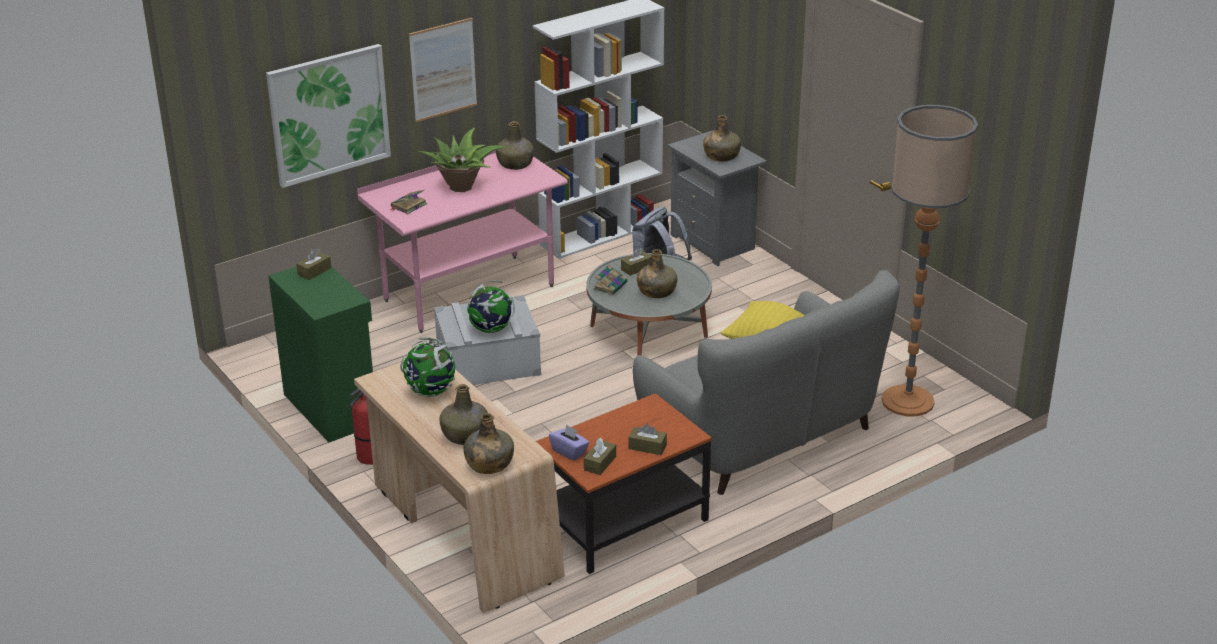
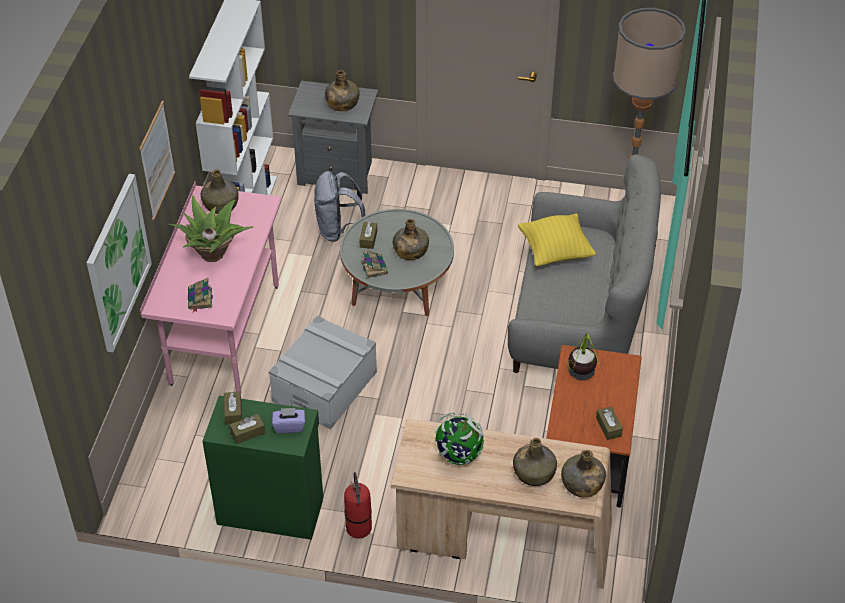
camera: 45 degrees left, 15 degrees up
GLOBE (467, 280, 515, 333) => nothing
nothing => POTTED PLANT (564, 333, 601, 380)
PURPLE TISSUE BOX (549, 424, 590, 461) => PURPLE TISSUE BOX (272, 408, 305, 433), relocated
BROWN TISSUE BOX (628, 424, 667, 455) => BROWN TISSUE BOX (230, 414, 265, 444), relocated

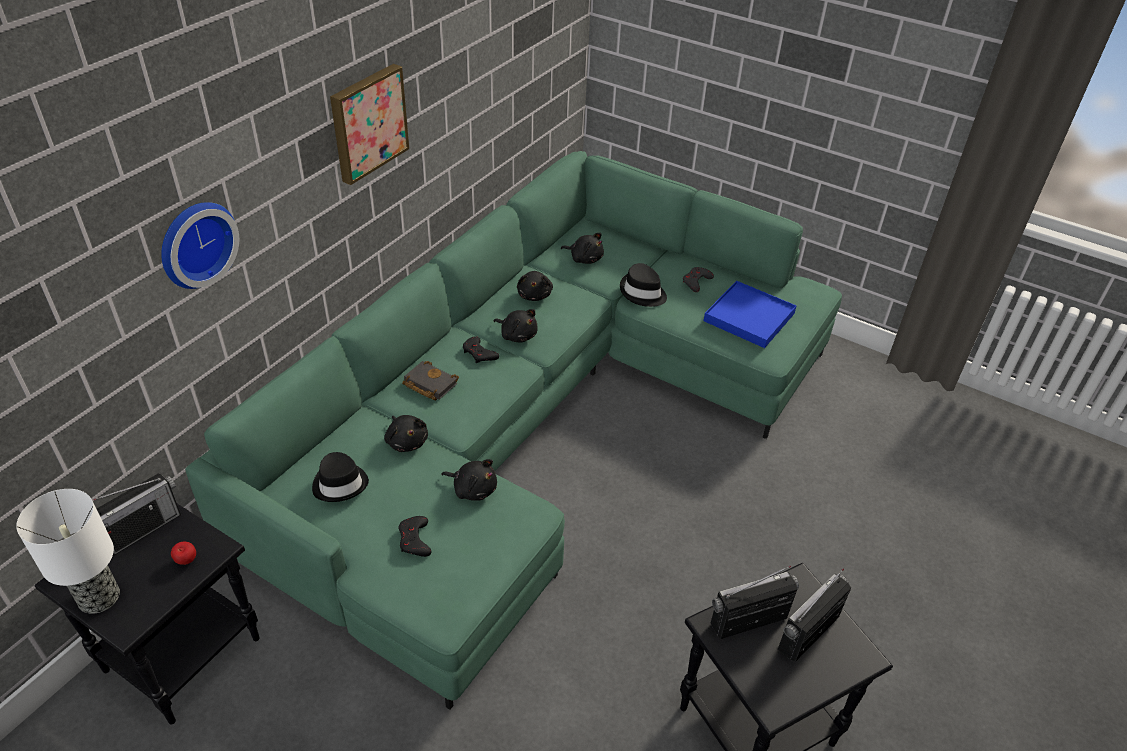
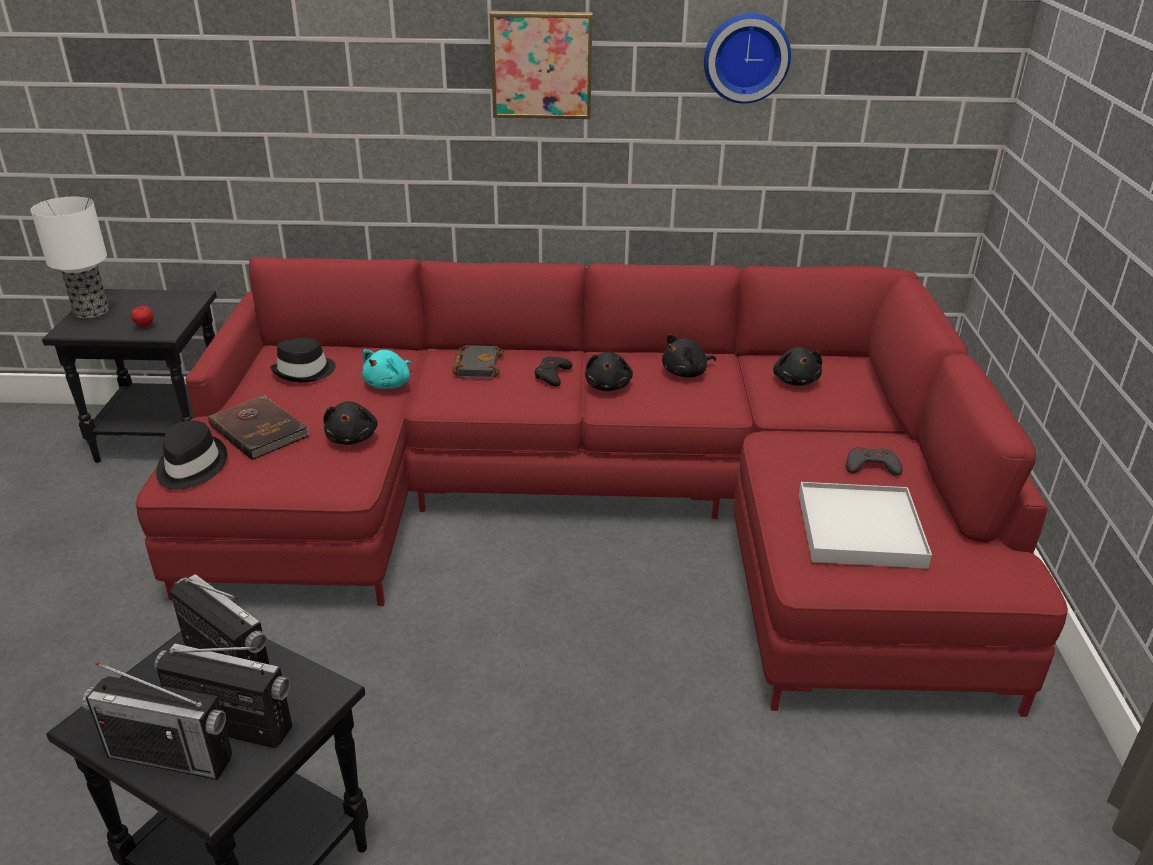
camera: 60 degrees right, 10 degrees down
RADIO (93, 474, 181, 555) => RADIO (82, 662, 232, 780), relocated
WALL CLOCK (161, 202, 239, 289) => WALL CLOCK (704, 13, 791, 104), relocated
BLACK HAT (620, 263, 667, 307) => BLACK HAT (156, 421, 227, 490), relocated
BLACK GAME CONTROLLER (398, 516, 432, 557) => BROWN BOOK (208, 395, 309, 460)
GREEN SOFA (185, 151, 842, 710) => RED SOFA (135, 257, 1068, 717)
BLACK PLUSH TOY (384, 415, 428, 452) => TURQUOISE PLUSH TOY (362, 349, 411, 389)
BLUE TRAY (704, 281, 797, 348) => WHITE TRAY (799, 482, 932, 569)

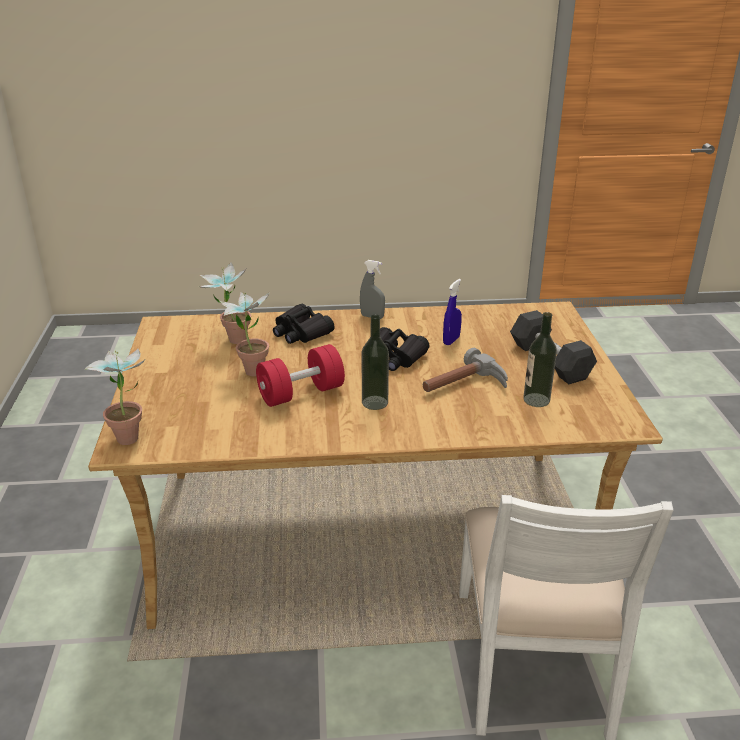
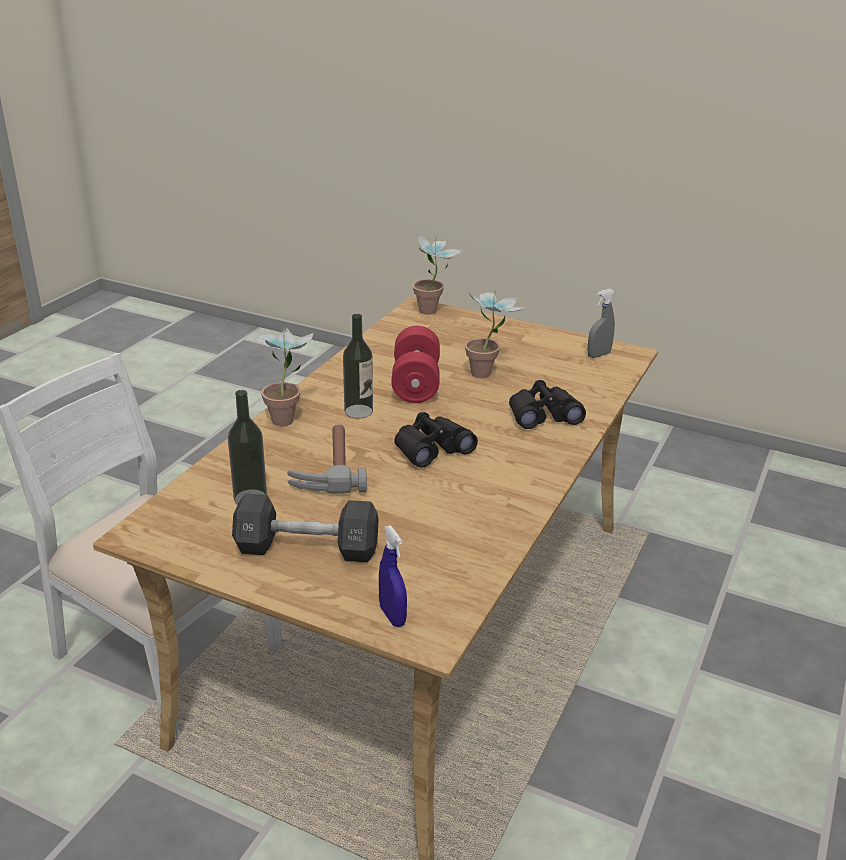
camera: 120 degrees right, 0 degrees up
POTTED PLANT (198, 262, 251, 344) => POTTED PLANT (255, 328, 313, 427), relocated
GREY SPRAY BOTTLE (360, 260, 385, 319) => GREY SPRAY BOTTLE (587, 289, 615, 358), relocated
BLUE SPRAY BOTTLE (443, 279, 462, 345) => BLUE SPRAY BOTTLE (379, 525, 407, 627), relocated

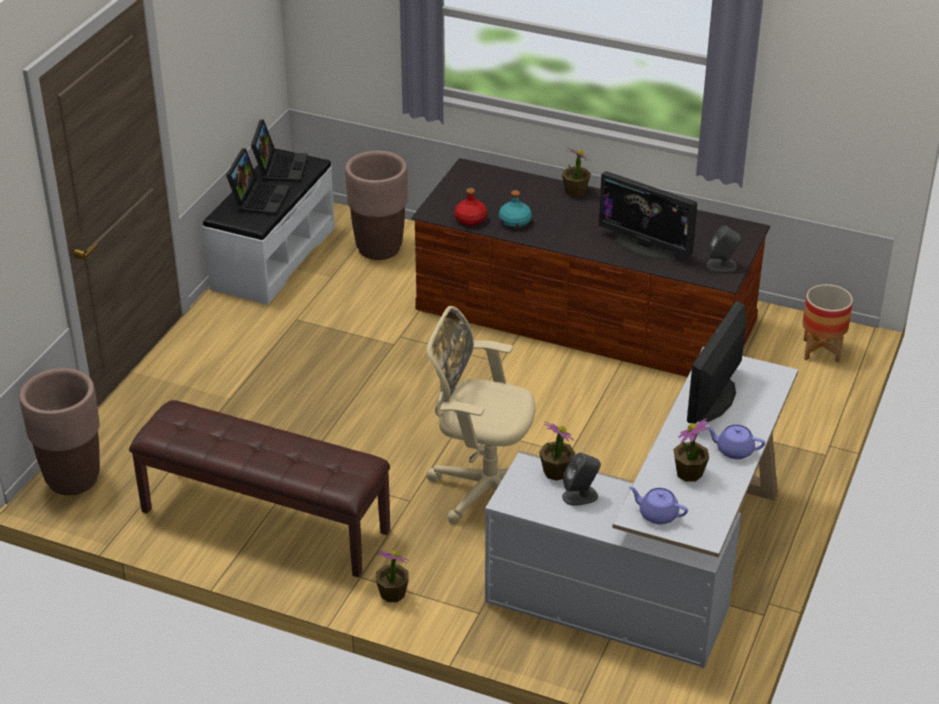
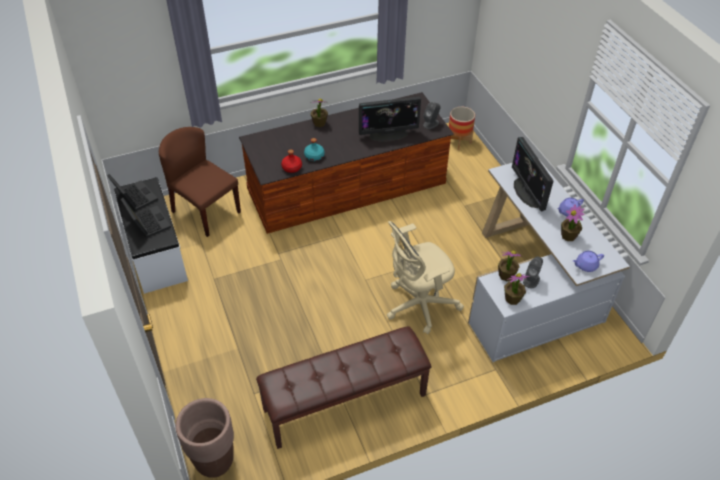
camera: 45 degrees left, 10 degrees up
POTTED PLANT (376, 550, 410, 602) => POTTED PLANT (504, 273, 530, 305), relocated
BROWN PLANTER (345, 151, 408, 260) => BROWN CHAIR (159, 127, 241, 237)

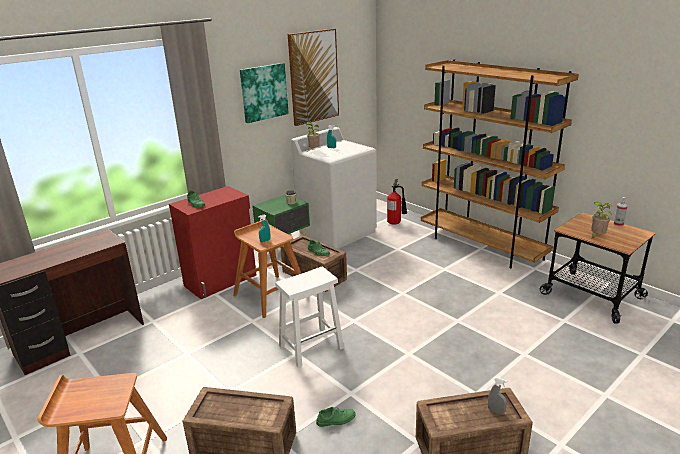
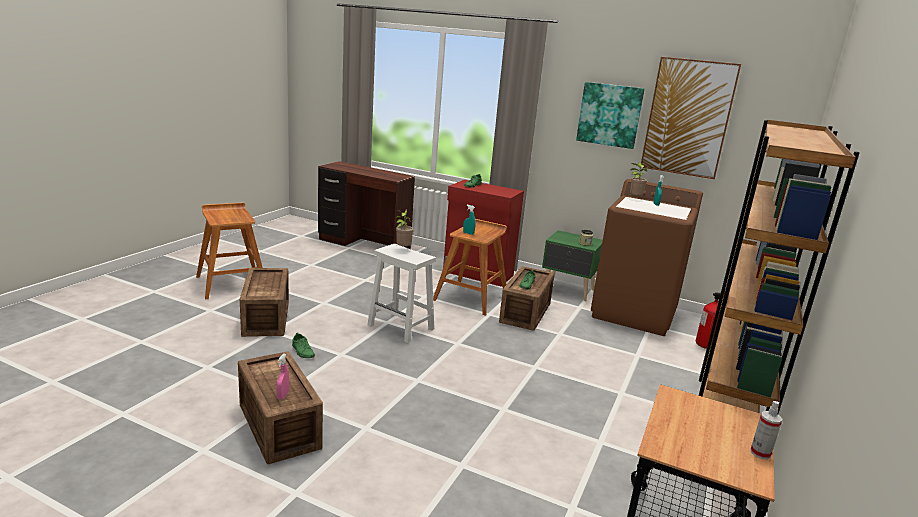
camera: 65 degrees right, 5 degrees down
POTTED PLANT (591, 202, 612, 238) => POTTED PLANT (395, 210, 414, 247), relocated
WHITE WASHING MACHINE (291, 127, 377, 249) => BROWN WASHING MACHINE (591, 179, 703, 336)
GREY SPRAY BOTTLE (488, 377, 507, 414) => PINK SPRAY BOTTLE (276, 354, 289, 400)

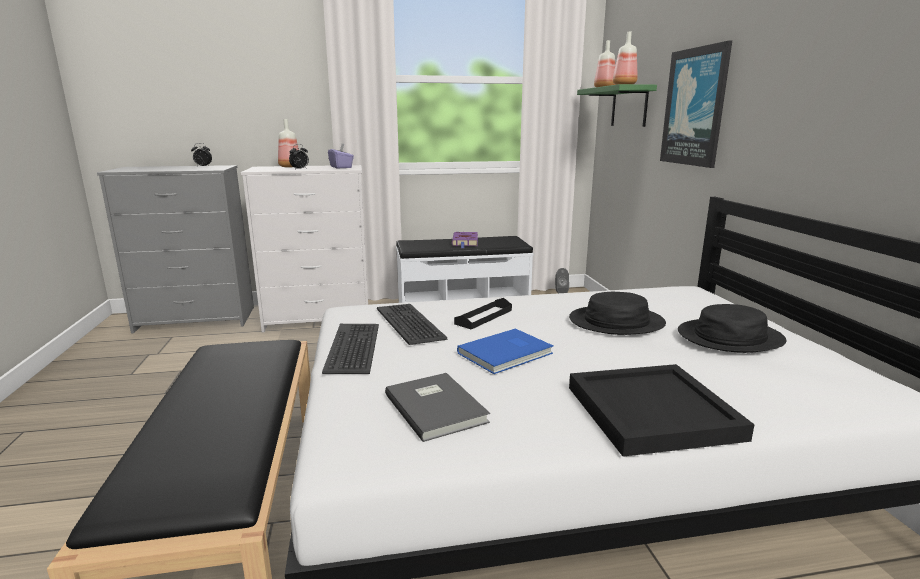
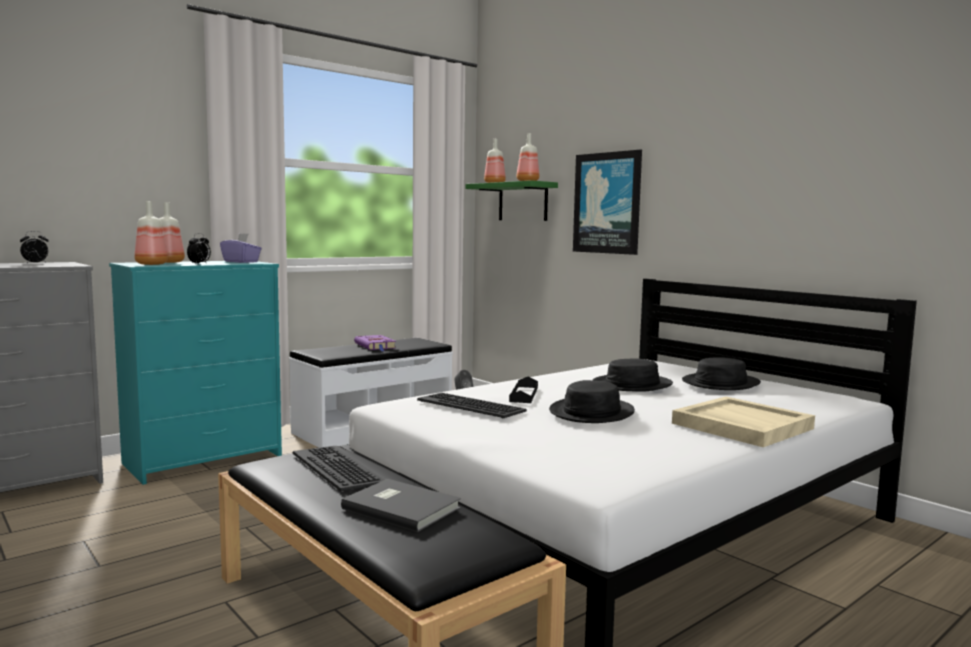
camera: 30 degrees left, 10 degrees down
nothing => BOTTLE (134, 201, 168, 265)
KEYBOARD (322, 324, 379, 374) => KEYBOARD (293, 446, 384, 492), relocated
GREY BOOK (385, 373, 490, 442) => GREY BOOK (341, 479, 461, 532), relocated
BLUE BOOK (457, 329, 553, 374) => BLACK HAT (549, 380, 635, 423)
WHITE DRESSER (241, 165, 368, 332) => TURQUOISE DRESSER (109, 261, 282, 485)
BLACK TRAY (569, 364, 755, 457) => BEIGE TRAY (672, 397, 815, 447)

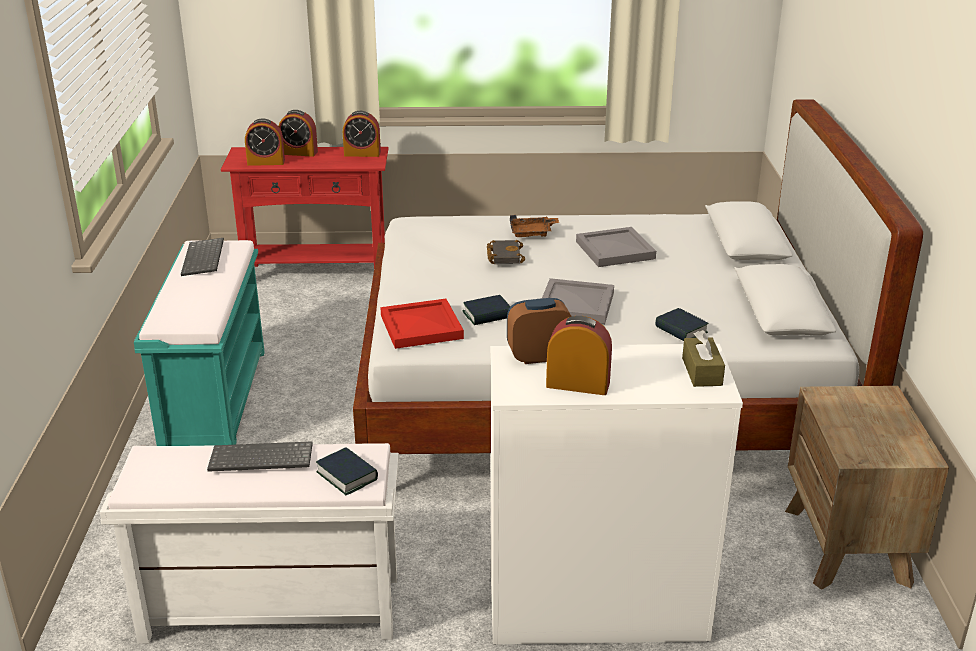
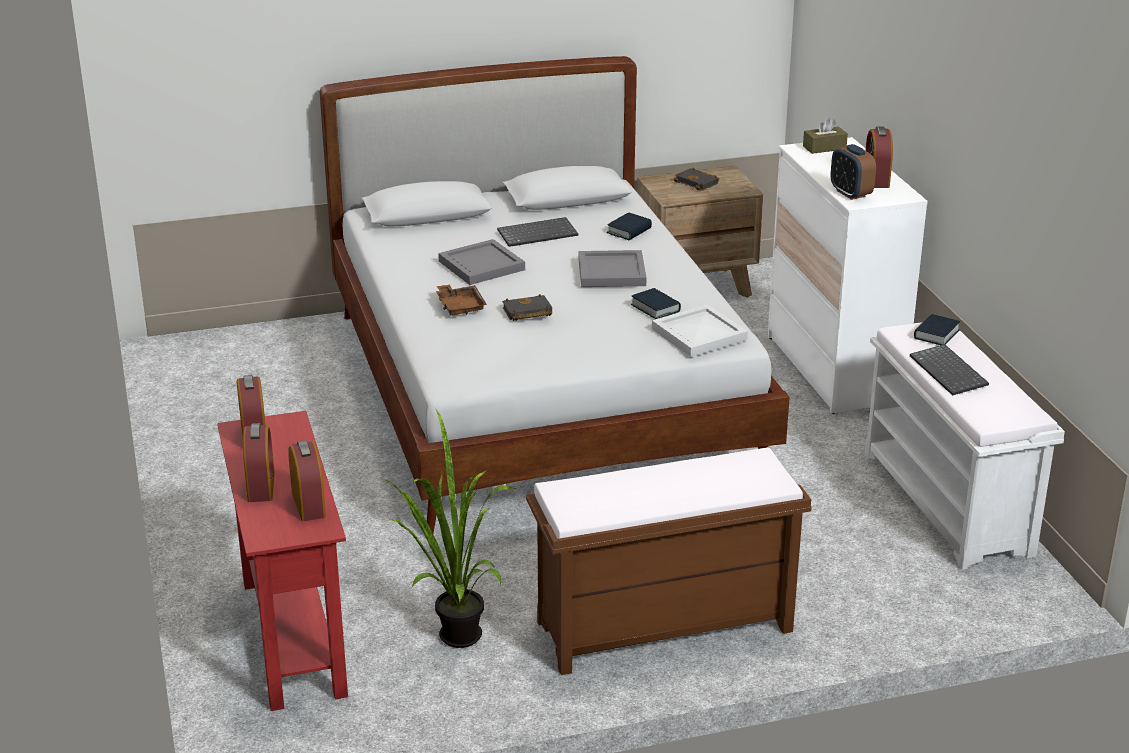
camera: 105 degrees left, 0 degrees up
nothing => POTTED PLANT (383, 408, 515, 648)
nothing => BLACK BOOK (673, 168, 719, 191)
KEYBOARD (181, 238, 224, 276) => KEYBOARD (497, 217, 578, 247), relocated
TURQUOISE BENCH (134, 240, 265, 446) => BROWN BENCH (526, 447, 812, 675)
RED TRAY (380, 299, 464, 349) => WHITE TRAY (652, 305, 748, 357)

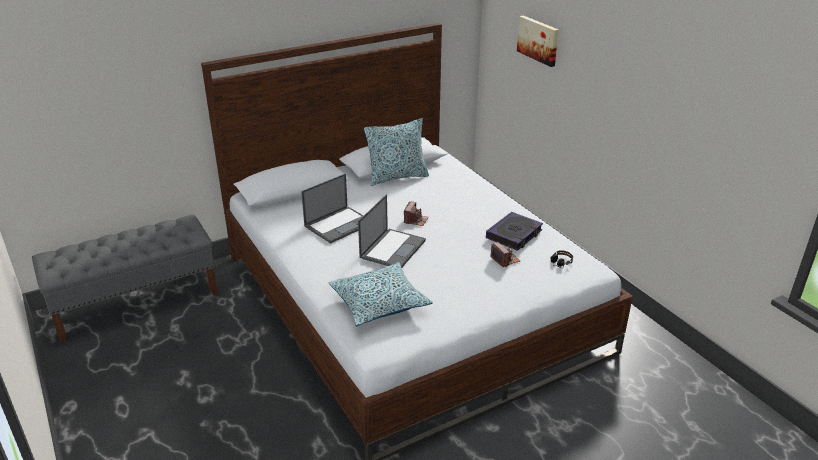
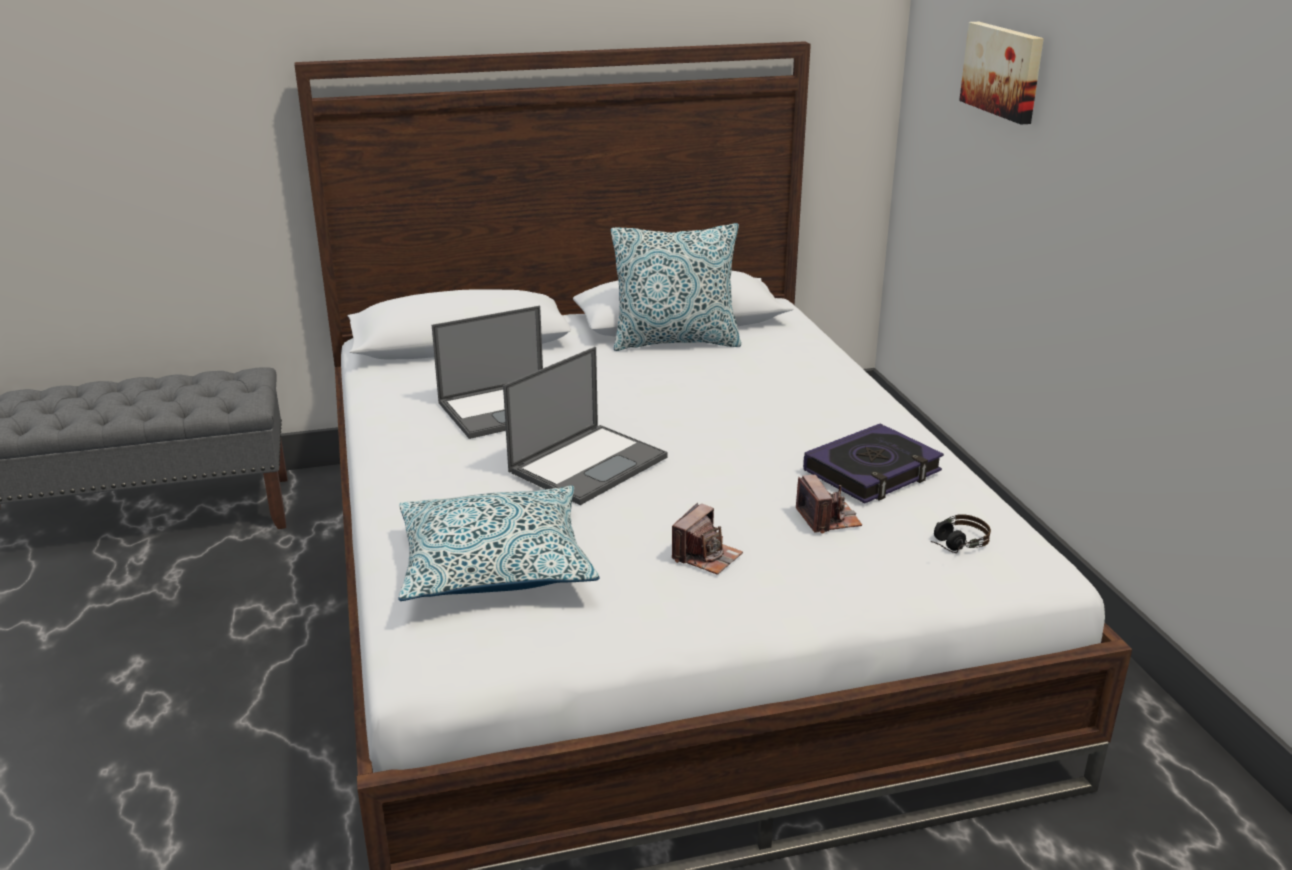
camera: 15 degrees right, 5 degrees down
PHOTO CAMERA (404, 201, 429, 226) => PHOTO CAMERA (672, 503, 743, 575), relocated

